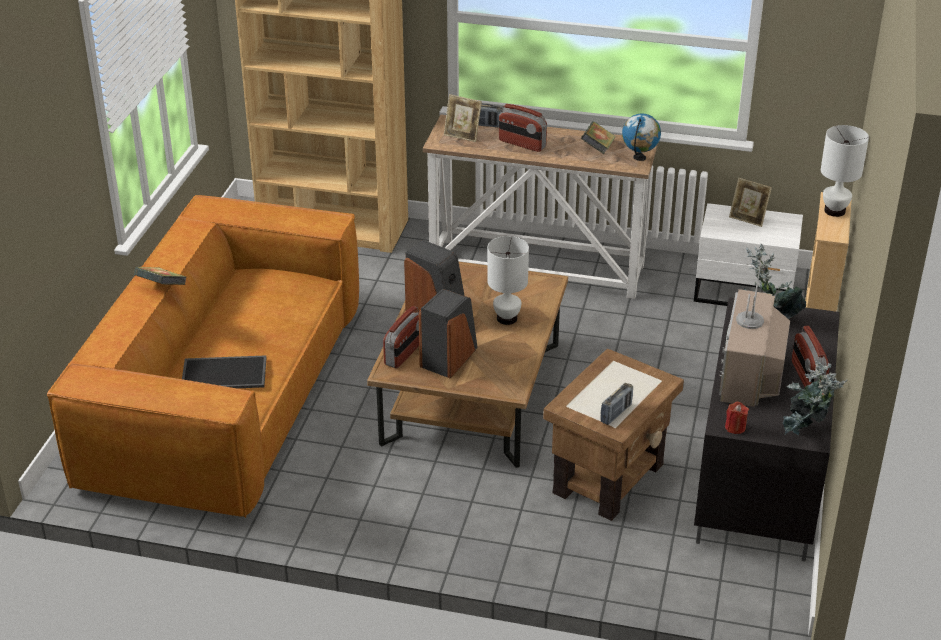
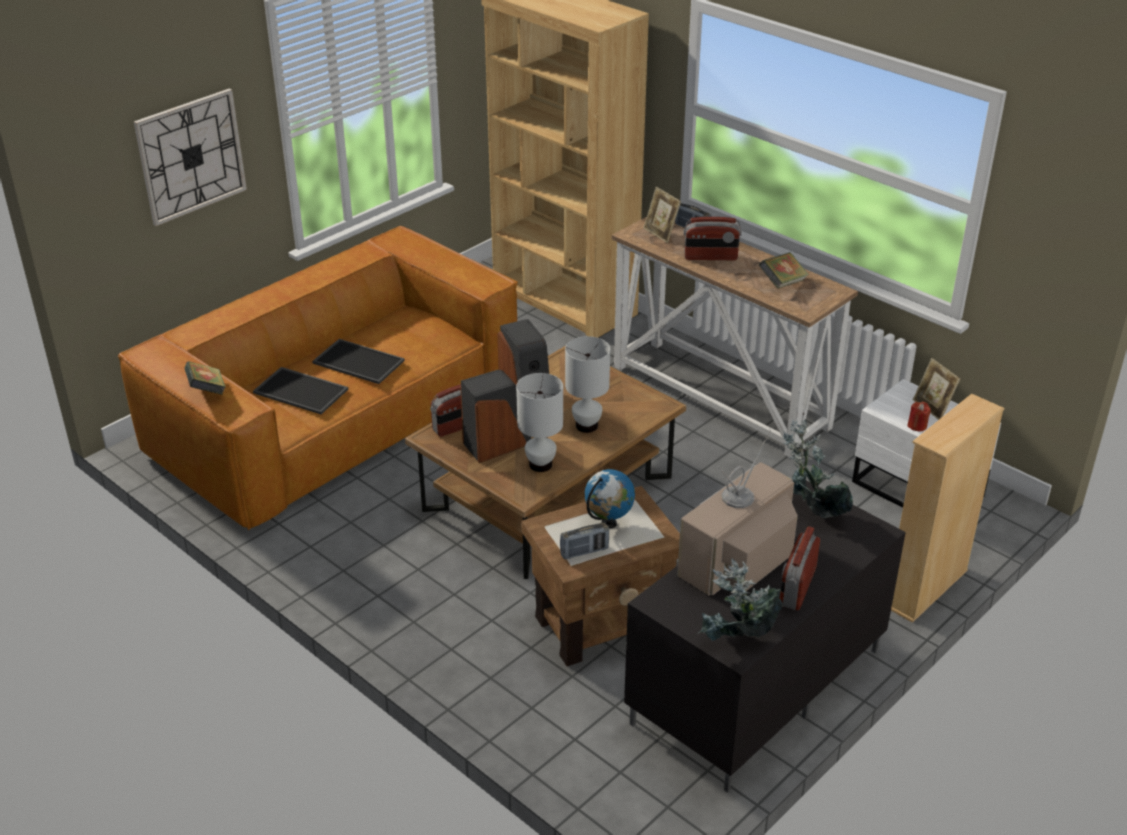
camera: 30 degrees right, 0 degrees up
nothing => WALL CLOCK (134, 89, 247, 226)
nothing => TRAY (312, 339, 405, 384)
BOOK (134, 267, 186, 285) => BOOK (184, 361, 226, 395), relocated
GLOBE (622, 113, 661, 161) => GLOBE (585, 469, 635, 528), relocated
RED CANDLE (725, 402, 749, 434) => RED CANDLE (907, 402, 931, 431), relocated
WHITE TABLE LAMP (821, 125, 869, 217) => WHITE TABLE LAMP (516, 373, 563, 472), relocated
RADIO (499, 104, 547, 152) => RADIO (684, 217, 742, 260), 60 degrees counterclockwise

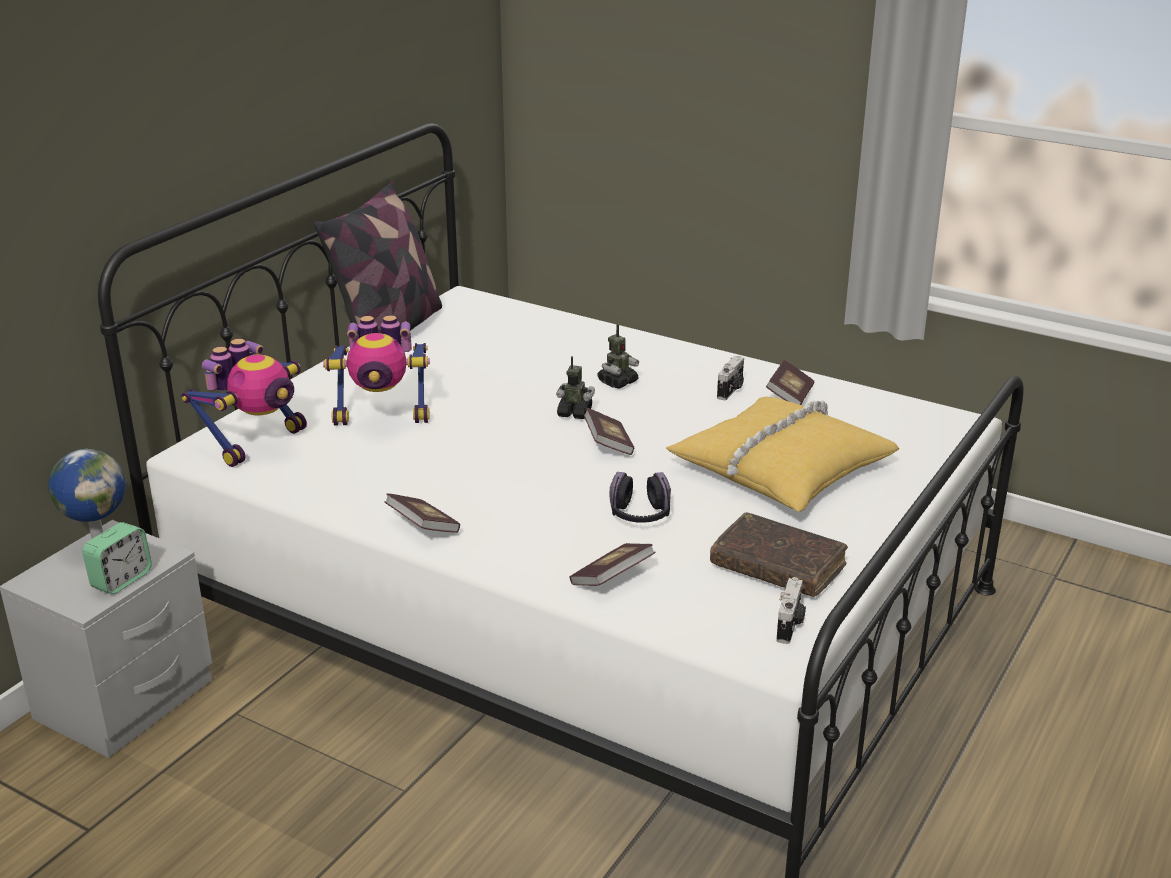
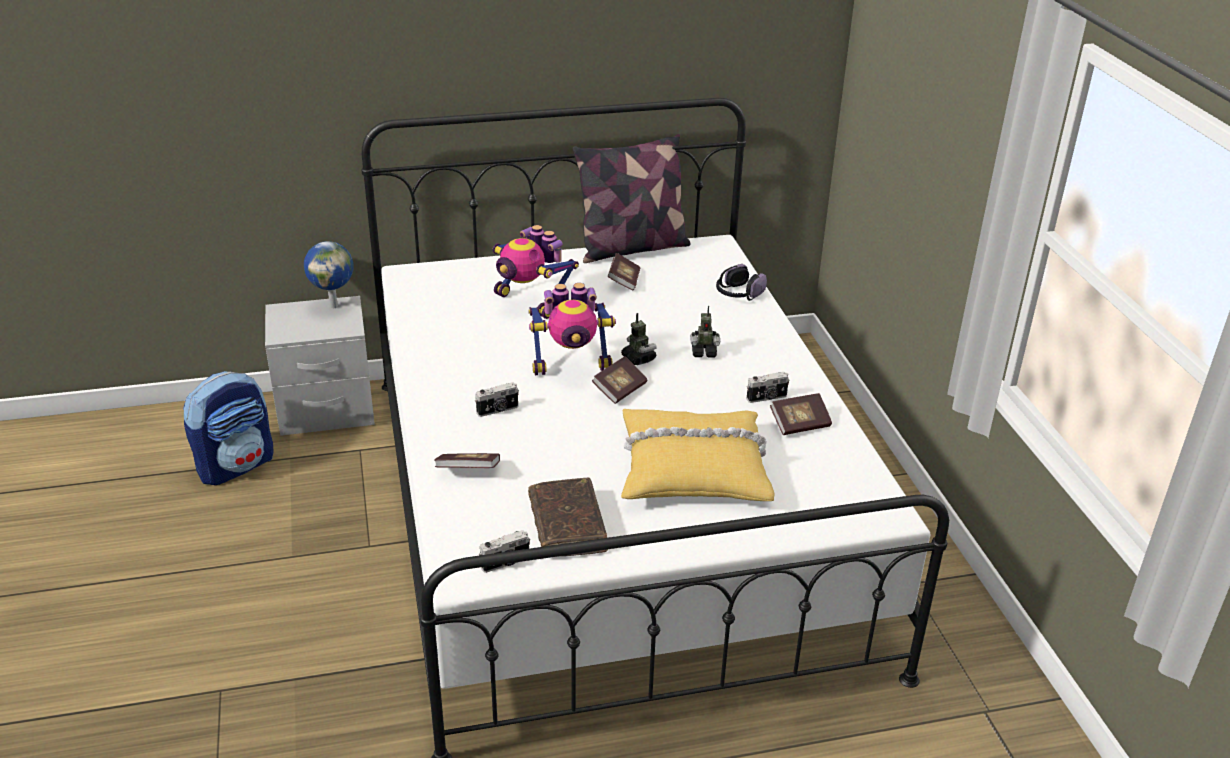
camera: 45 degrees right, 5 degrees up
ALARM CLOCK (82, 522, 152, 594) => nothing
nothing => BACKPACK (183, 371, 274, 485)
nothing => PHOTO CAMERA (475, 382, 519, 417)
TOY ROBOT (181, 339, 307, 467) => TOY ROBOT (528, 283, 616, 375), relocated
BOOK (384, 493, 460, 533) => BOOK (608, 253, 640, 291), relocated
HEADPHONES (609, 472, 671, 523) => HEADPHONES (716, 264, 767, 301), relocated

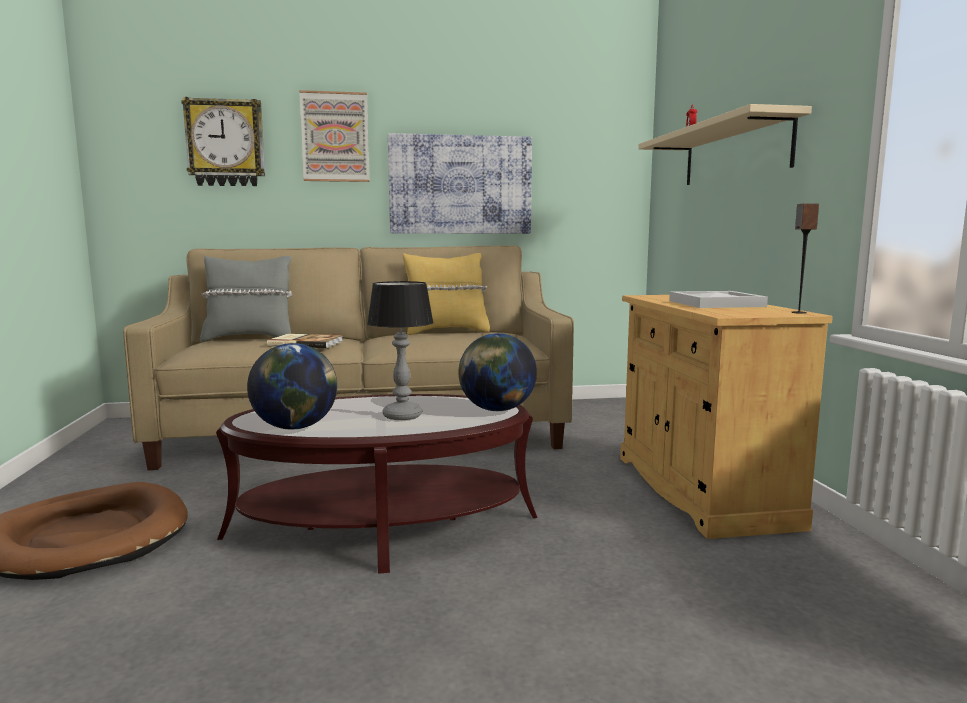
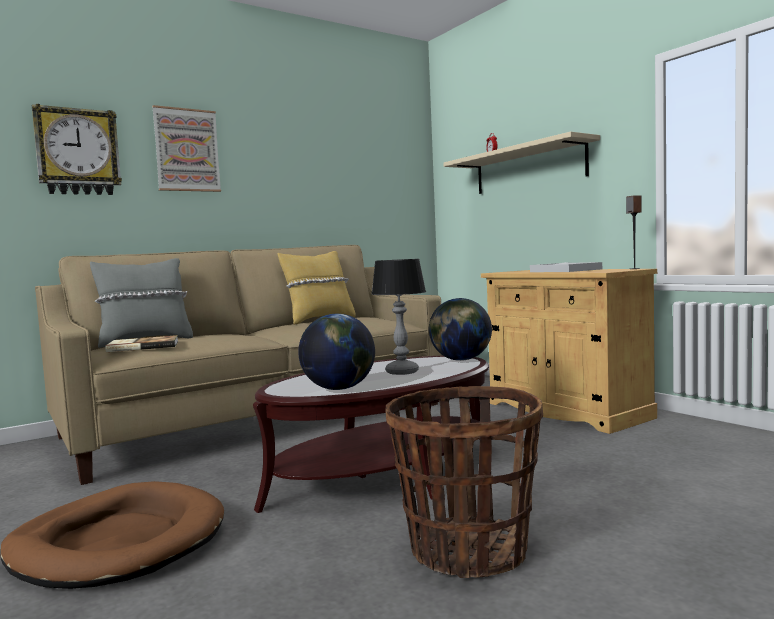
camera: 25 degrees left, 5 degrees down
PICTURE (388, 133, 532, 234) => nothing
nothing => BASKET (385, 386, 543, 578)
BOOK (267, 334, 343, 348) => BOOK (105, 335, 178, 352), relocated

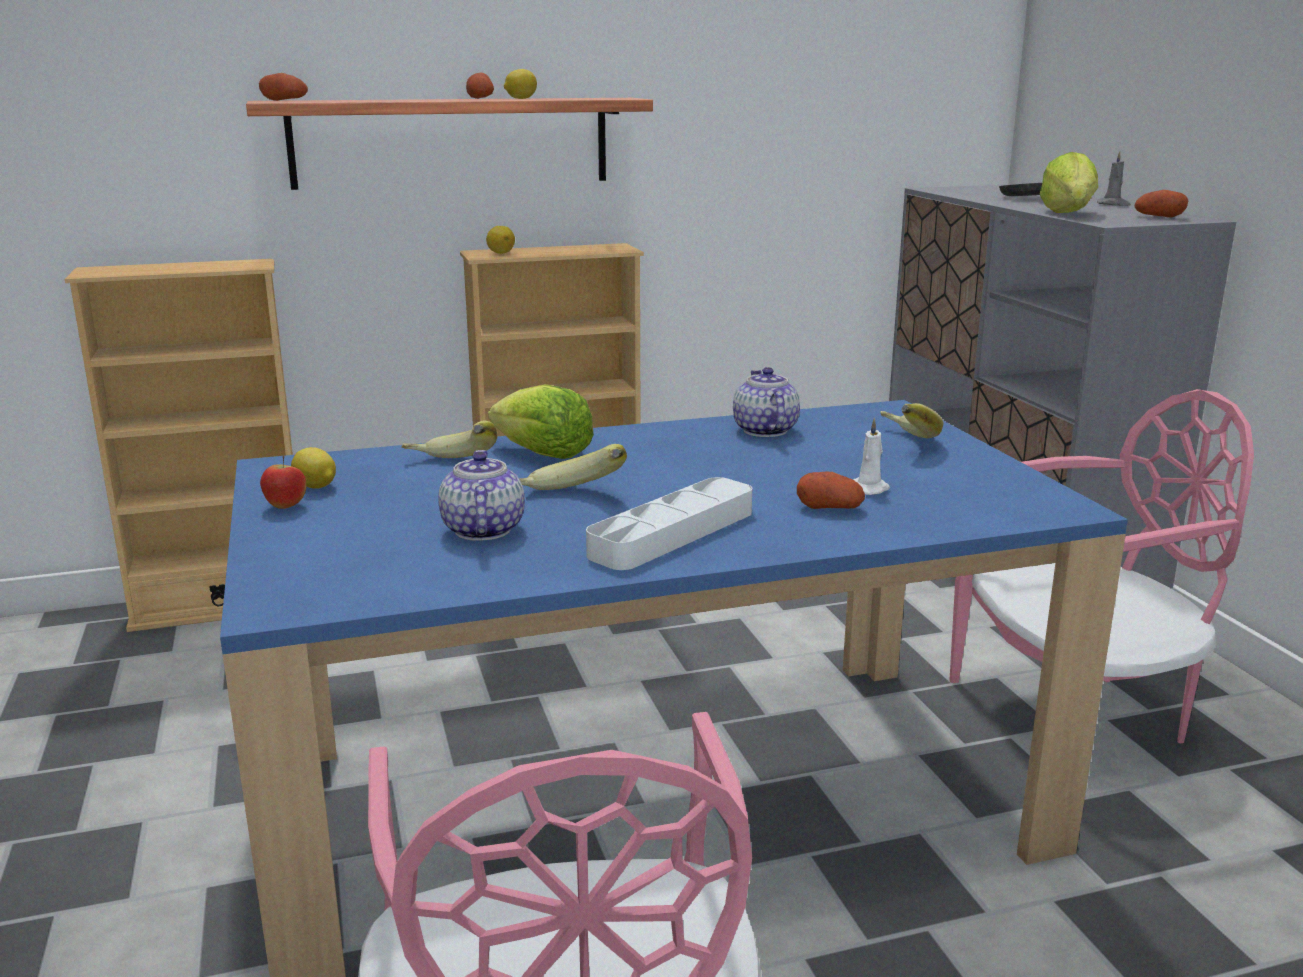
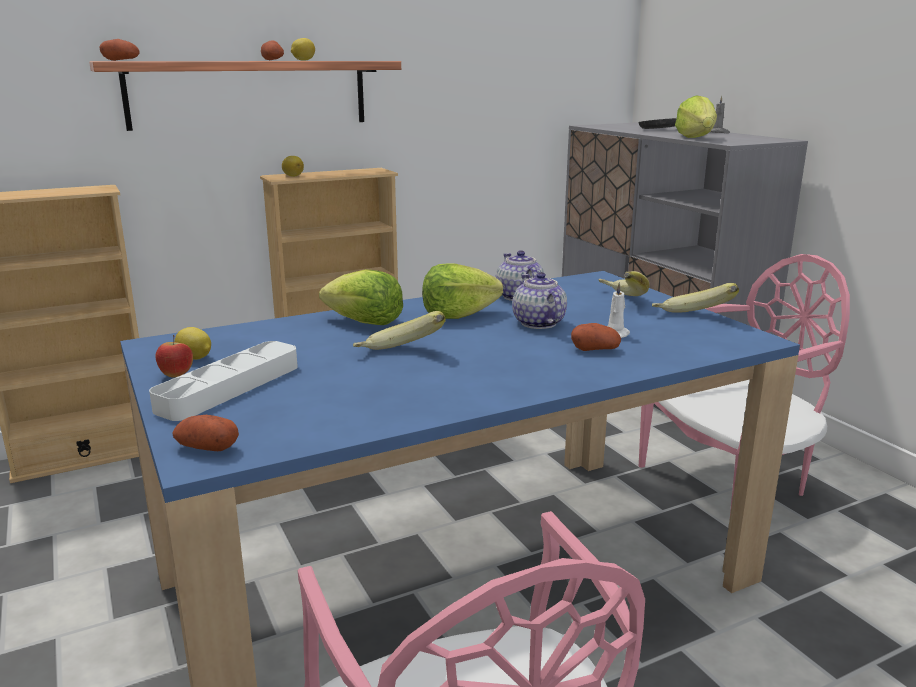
camera: 10 degrees left, 0 degrees up
nothing => LETTUCE (422, 264, 503, 319)
BANANA (401, 421, 497, 458) => BANANA (652, 283, 739, 313), relocated
TEAPOT (438, 450, 525, 541) => TEAPOT (512, 272, 567, 329), relocated
WHITE TRAY (586, 477, 752, 570) => WHITE TRAY (149, 341, 298, 421), relocated
POTATO (1135, 190, 1188, 217) => POTATO (172, 415, 239, 451), relocated

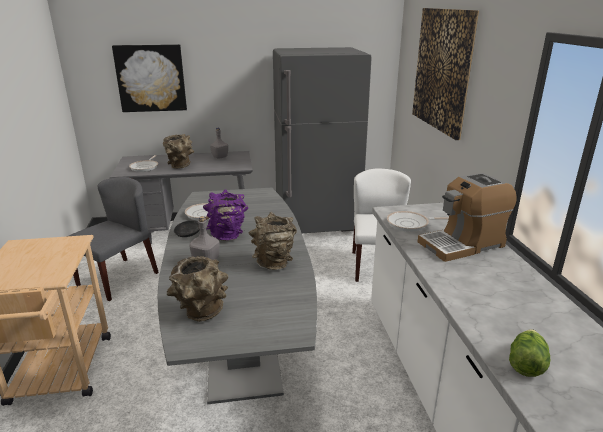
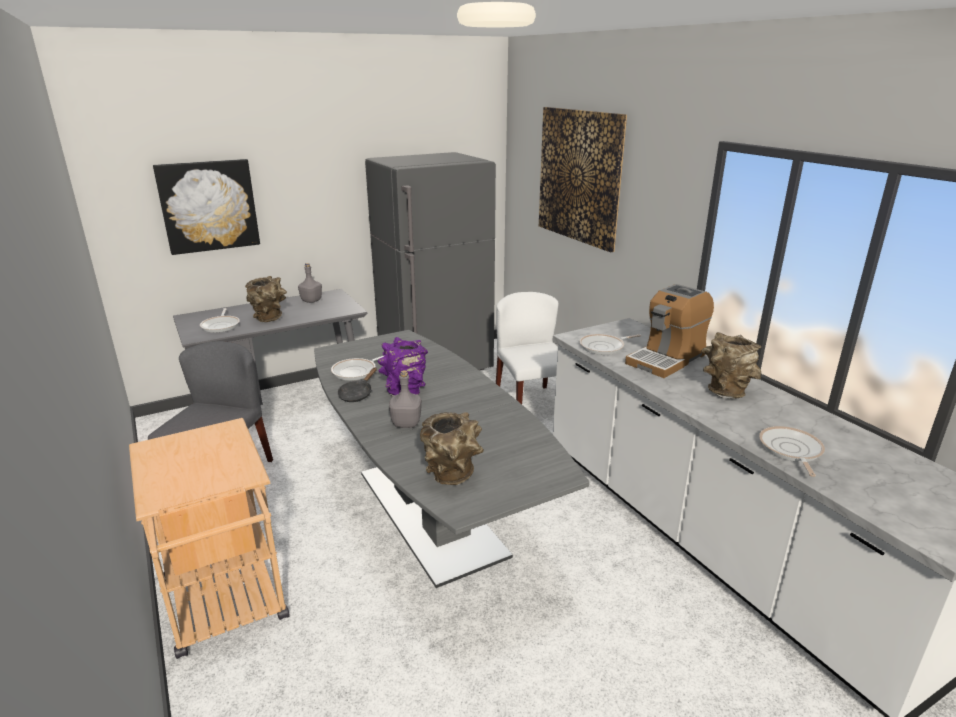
camera: 20 degrees left, 0 degrees up
BROWN VASE (249, 212, 297, 270) => BROWN VASE (701, 332, 761, 399), relocated
LETTUCE (509, 329, 550, 377) => FRYING PAN (759, 426, 825, 477)

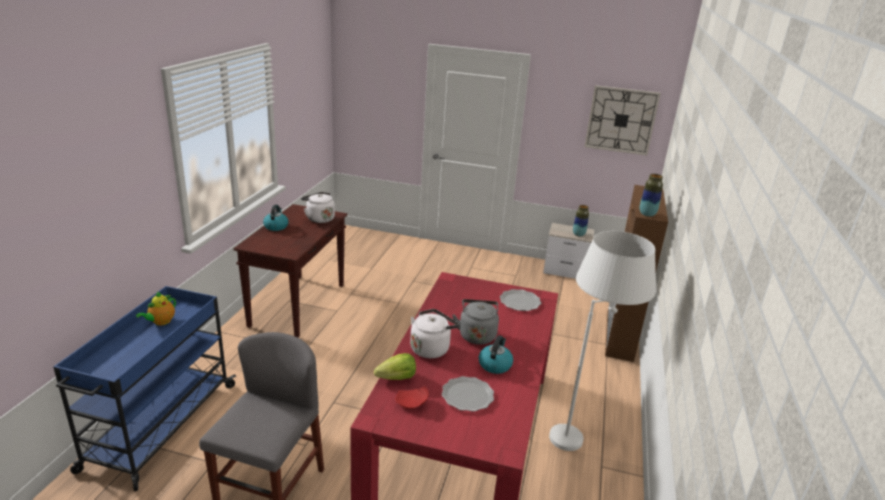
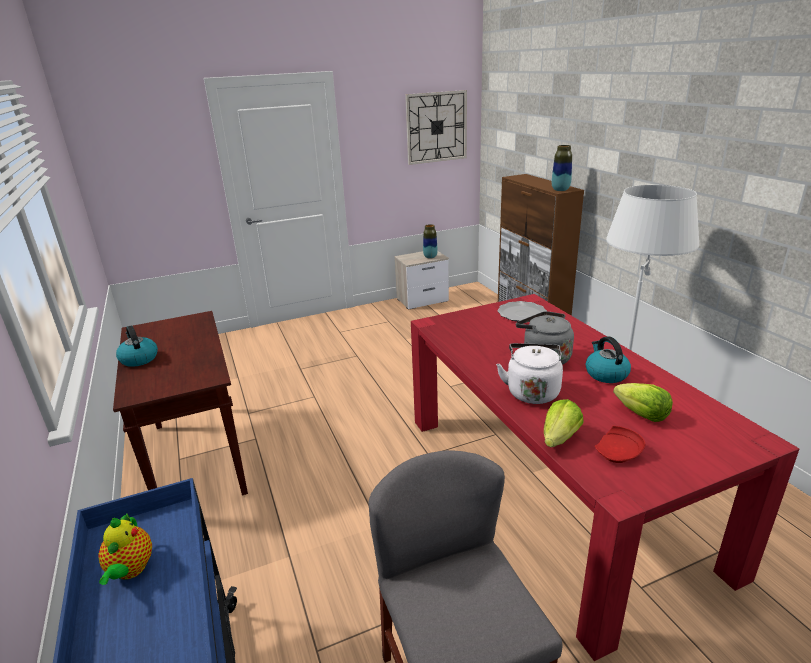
camera: 35 degrees left, 0 degrees up
WHITE KETTLE (301, 192, 335, 223) => nothing
PLATE (442, 376, 494, 412) => LETTUCE (613, 383, 673, 422)

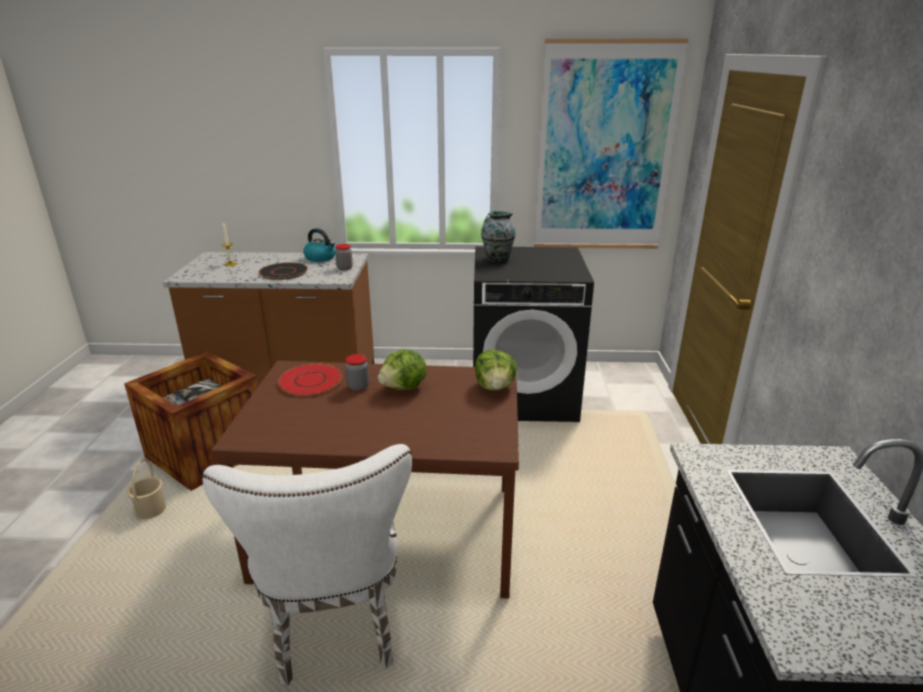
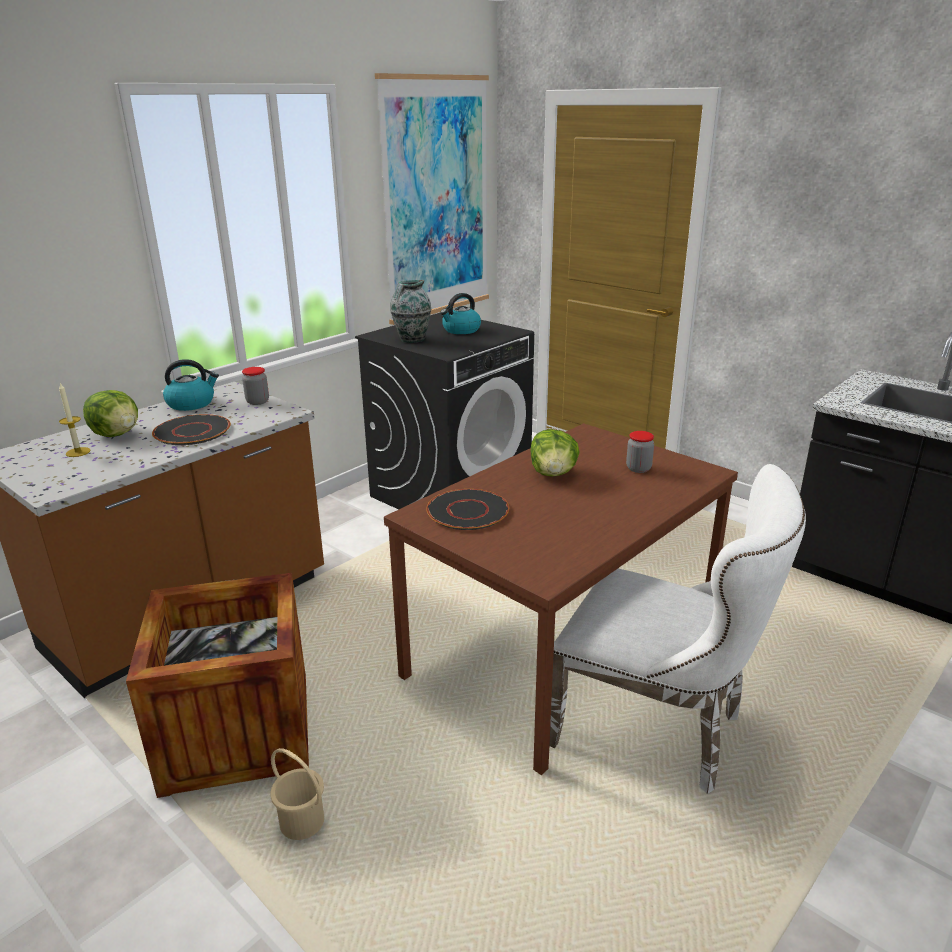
camera: 50 degrees left, 0 degrees up
nothing => KETTLE (440, 293, 481, 334)
JAR (345, 354, 369, 391) => JAR (626, 431, 654, 473), relocated
LETTUCE (475, 349, 517, 391) => LETTUCE (83, 390, 138, 437), relocated
RED PLATE (277, 363, 343, 396) => BLACK PLATE (426, 489, 509, 530)

